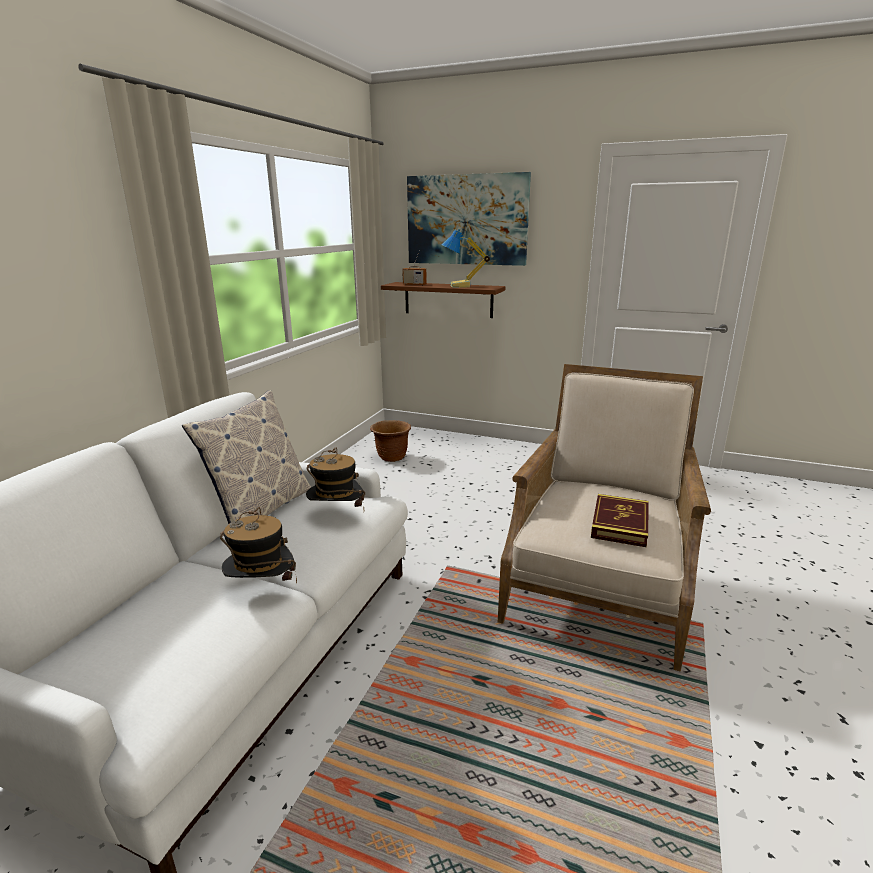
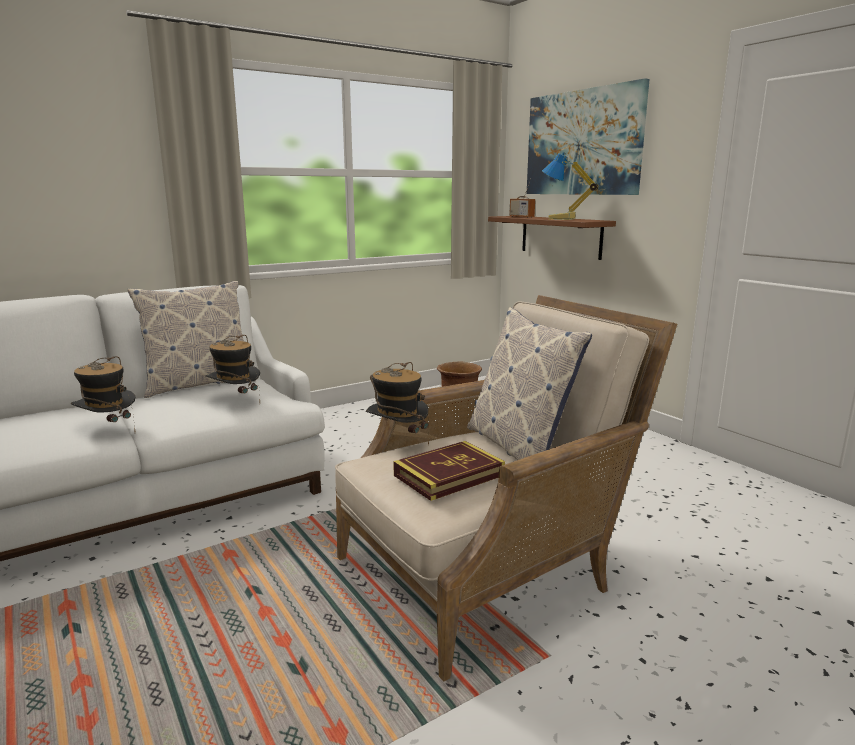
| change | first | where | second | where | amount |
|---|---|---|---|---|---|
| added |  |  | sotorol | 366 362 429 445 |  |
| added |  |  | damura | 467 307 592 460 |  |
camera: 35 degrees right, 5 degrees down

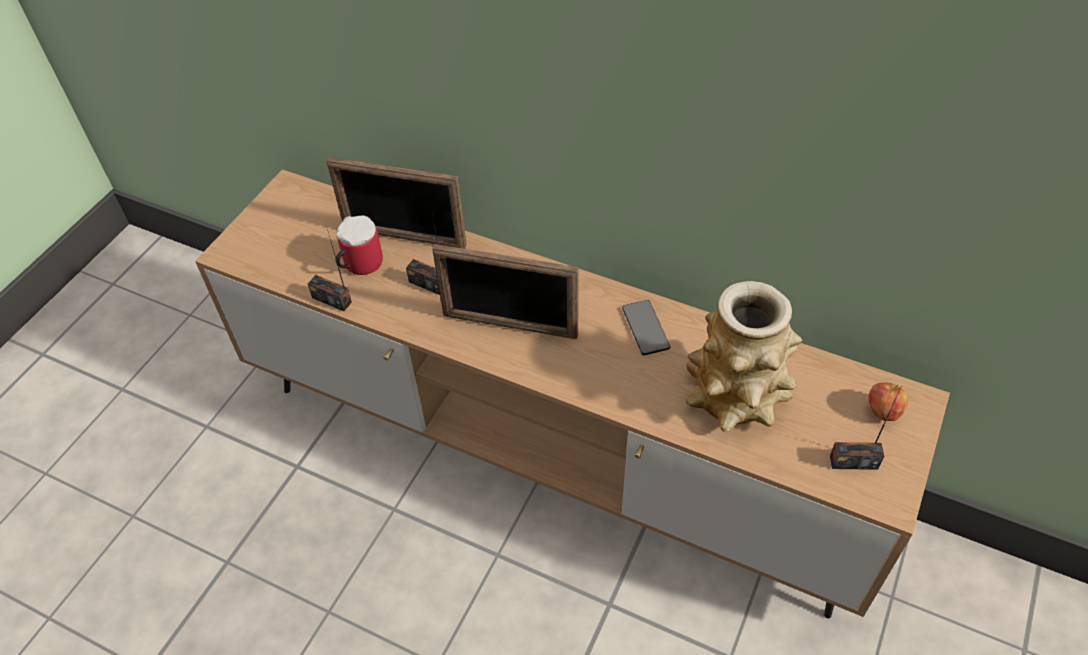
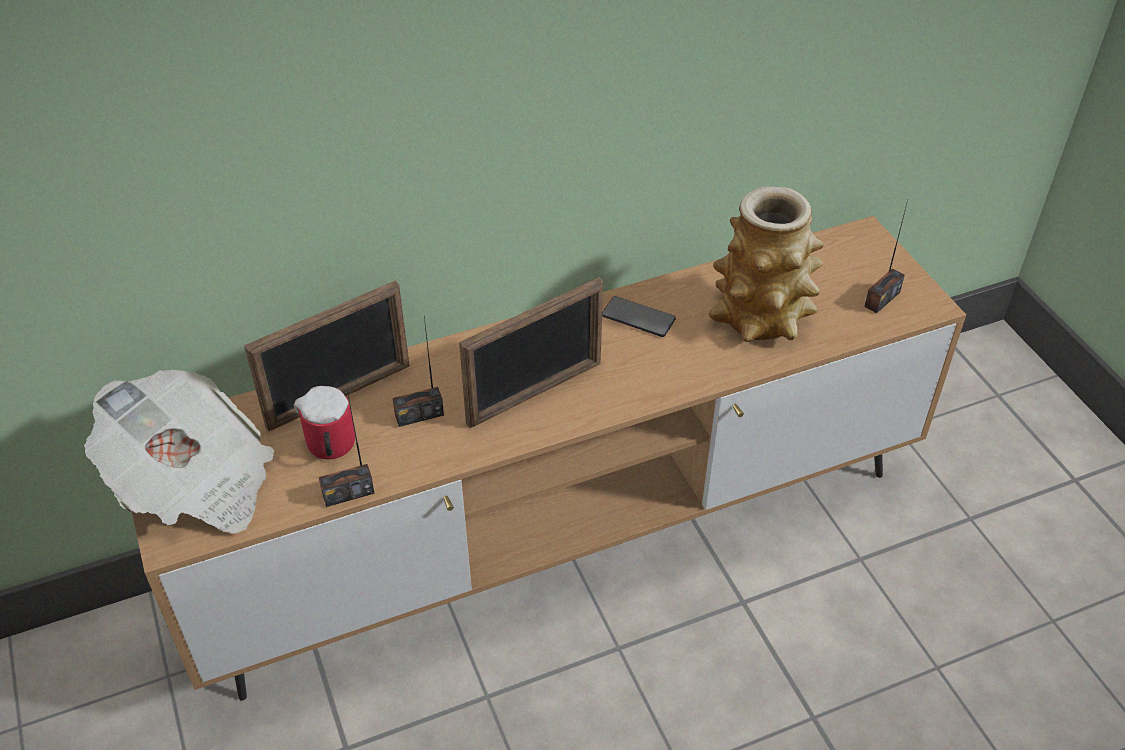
| change | first | where | second | where | amount |
|---|---|---|---|---|---|
| removed | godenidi | 869 382 908 421 |  |  |  |
| added |  |  | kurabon | 84 370 274 534 |  |
camera: 50 degrees left, 5 degrees down

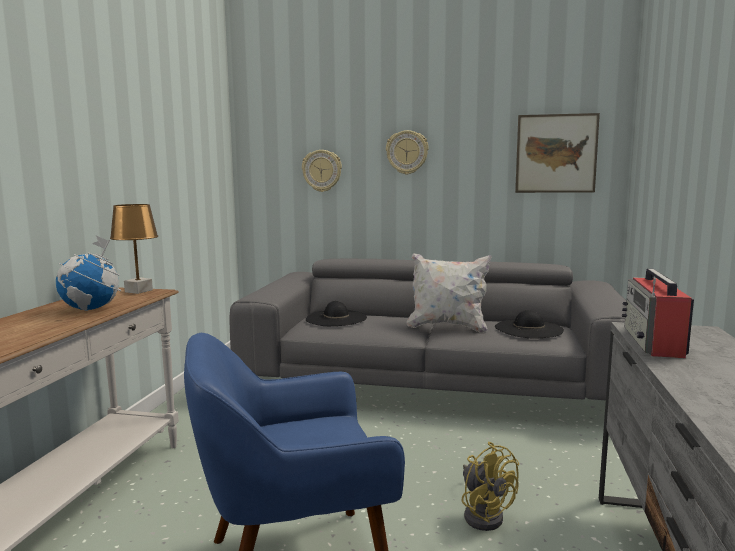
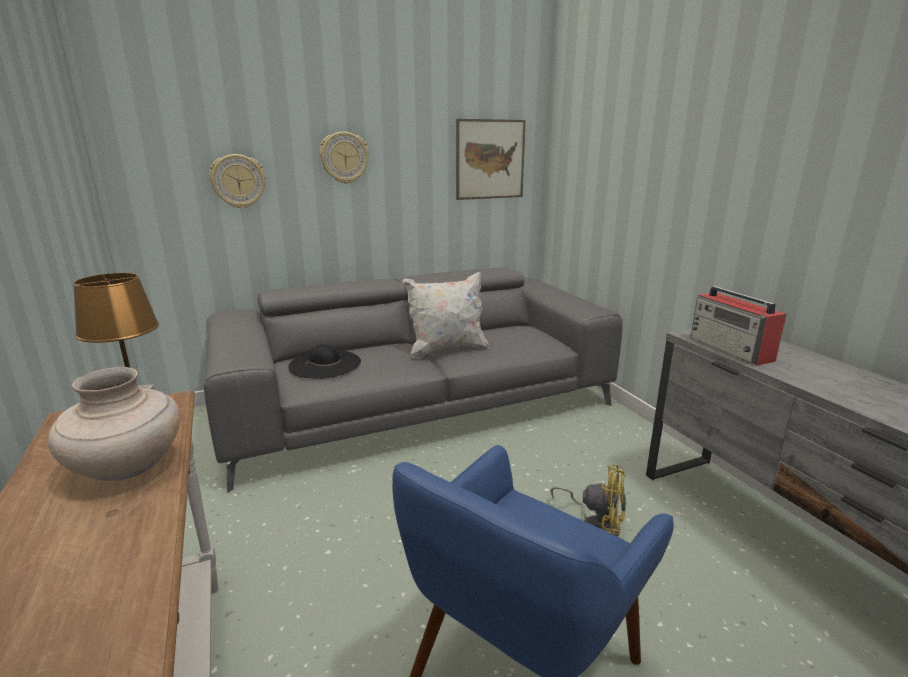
| change | first | where | second | where | amount |
|---|---|---|---|---|---|
| removed | black sotorol | 495 310 564 338 |  |  |  |
| replaced | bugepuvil | 56 236 121 311 | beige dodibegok | 48 367 181 481 |  |
camera: 35 degrees left, 10 degrees up

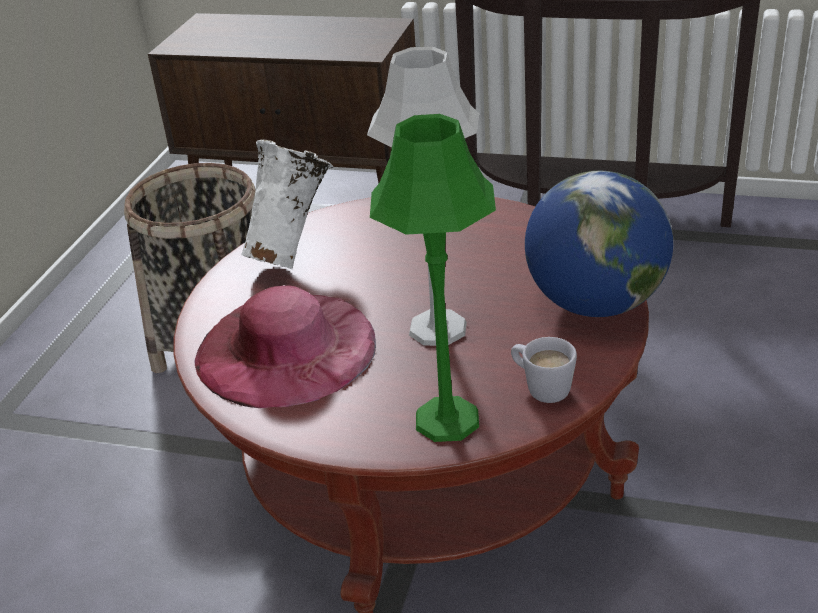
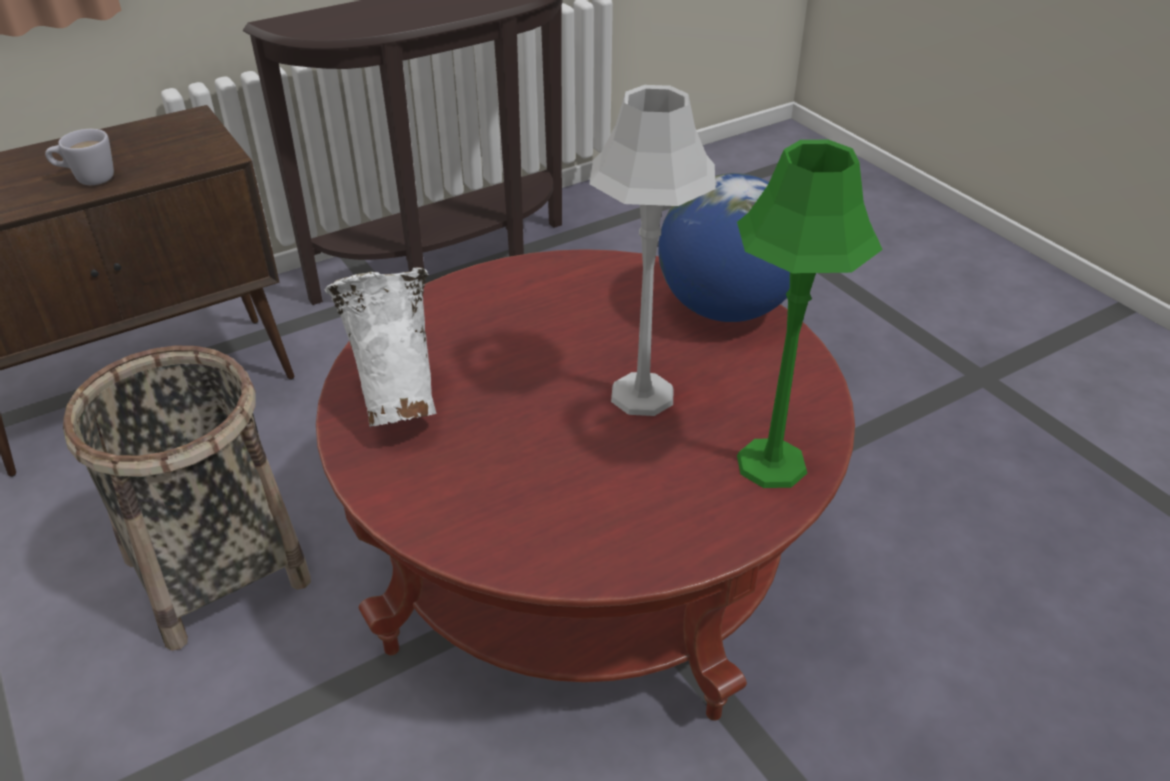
| change | first | where | second | where | amount |
|---|---|---|---|---|---|
| removed | pink sotorol | 194 285 376 408 |  |  |  |
| moved | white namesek | 511 337 577 403 |  | 45 129 114 185 |  |
camera: 50 degrees left, 5 degrees up

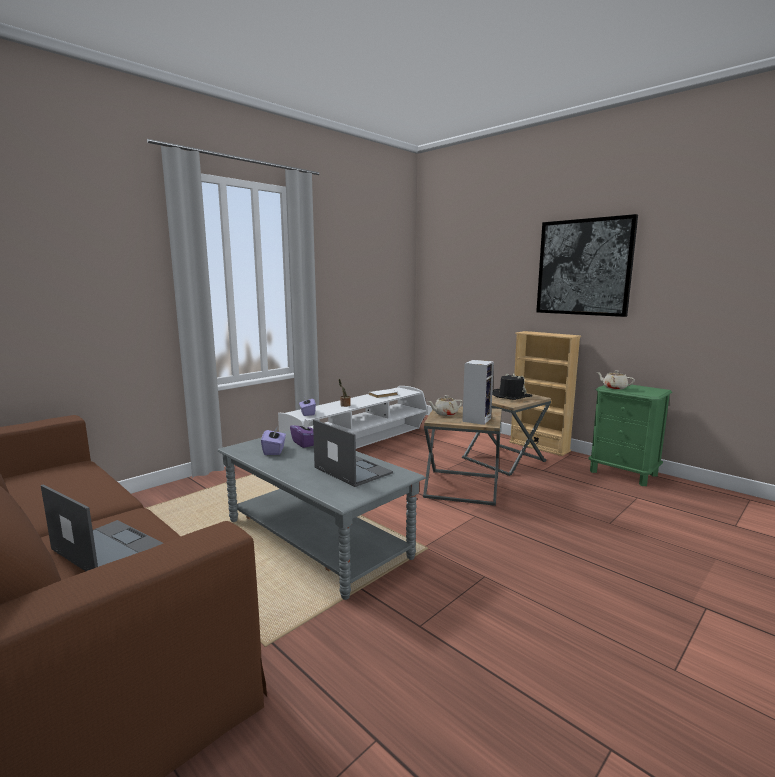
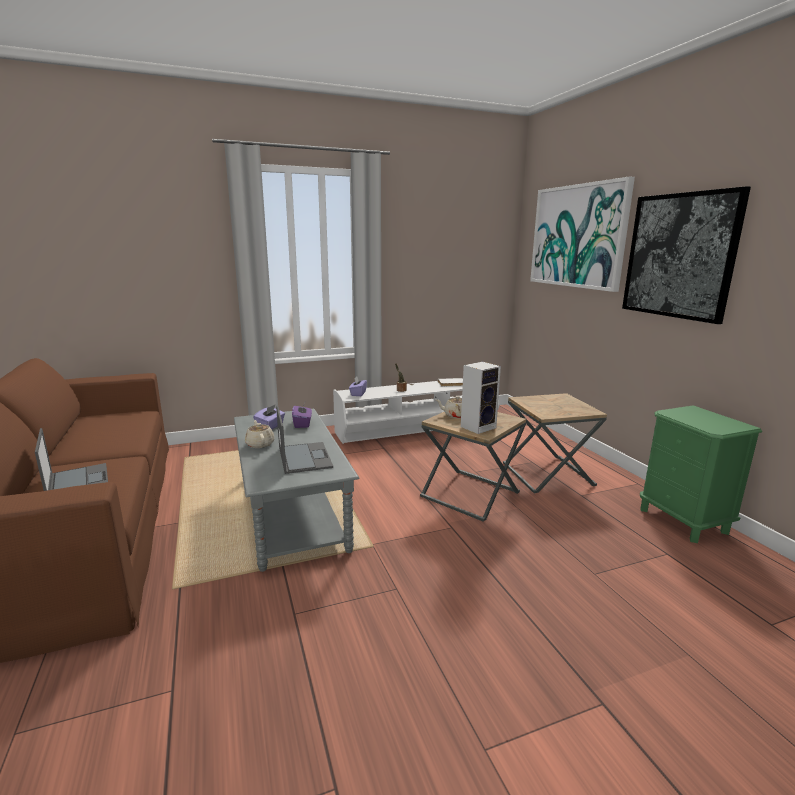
| change | first | where | second | where | amount |
|---|---|---|---|---|---|
| removed | black sotorol | 492 373 532 400 |  |  |  |
| removed | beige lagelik | 509 331 581 456 |  |  |  |
| added |  |  | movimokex | 530 177 635 292 |  |
| moved | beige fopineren | 597 370 635 390 |  | 245 420 274 448 |  |
camera: 25 degrees right, 5 degrees up

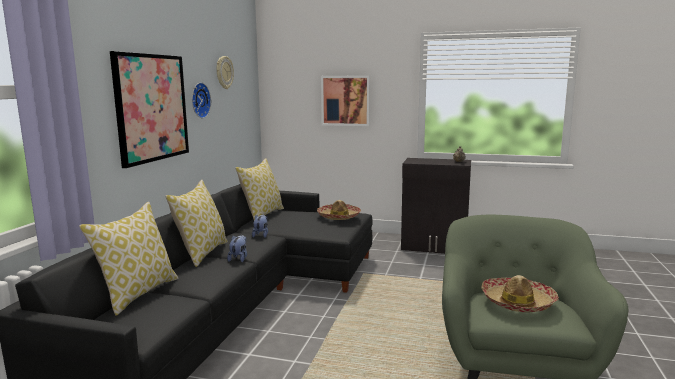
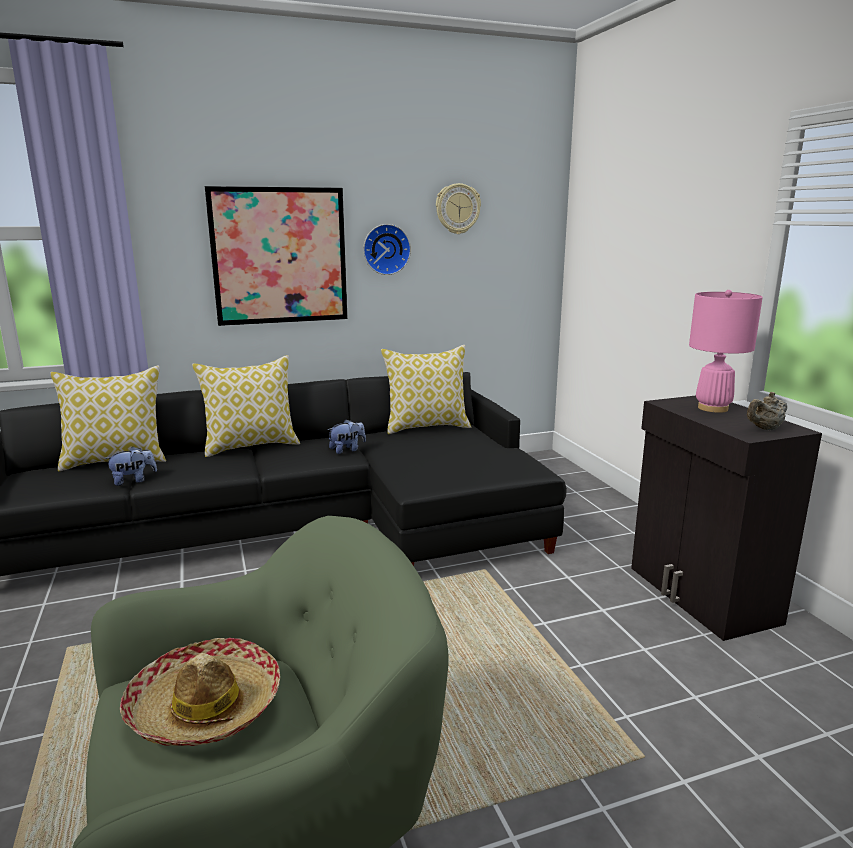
| change | first | where | second | where | amount |
|---|---|---|---|---|---|
| removed | sotorol | 317 200 361 220 |  |  |  |
| removed | movimokex | 321 75 370 126 |  |  |  |
| added |  |  | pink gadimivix | 689 290 763 413 |  |
| moved | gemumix | 227 235 247 262 |  | 104 446 157 486 |  |
camera: 55 degrees right, 5 degrees up

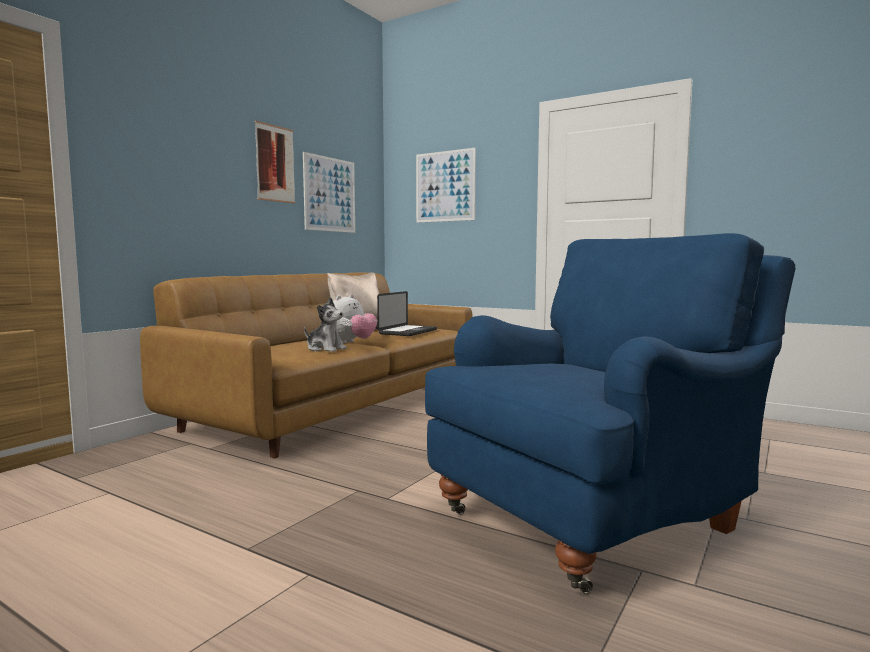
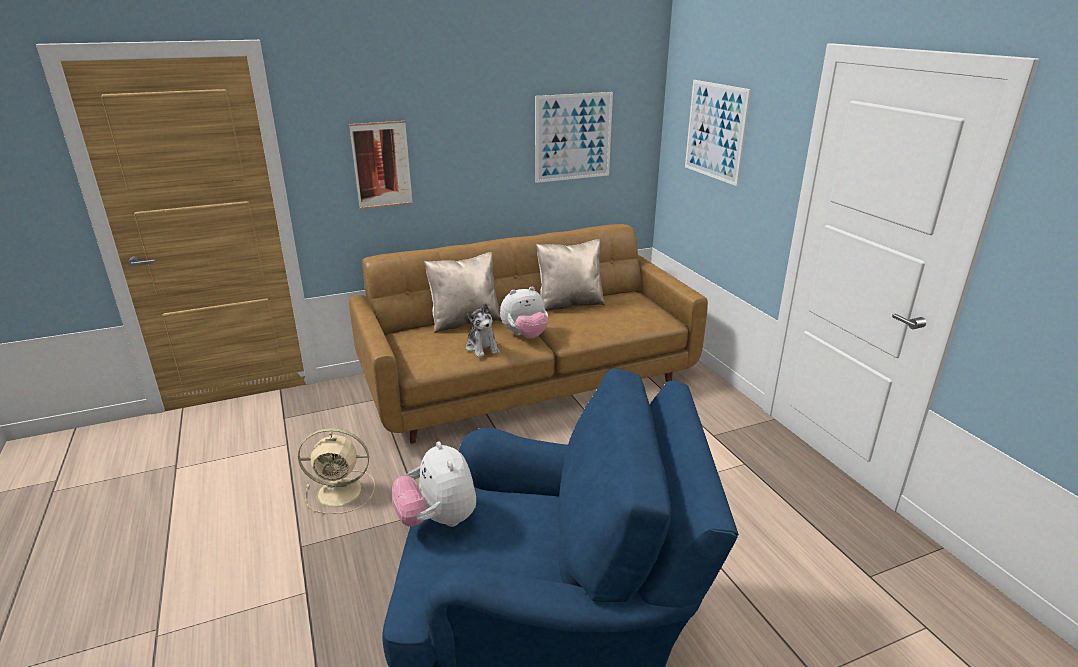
| change | first | where | second | where | amount |
|---|---|---|---|---|---|
| removed | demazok | 377 291 437 336 |  |  |  |
| added |  |  | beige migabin | 298 428 375 514 |  |
| added |  |  | gemumix | 392 441 476 527 |  |
| added |  |  | beige damura | 424 252 502 333 |  |
| moved | movimokex | 254 121 295 204 |  | 349 121 413 209 |  |
camera: 35 degrees right, 20 degrees up

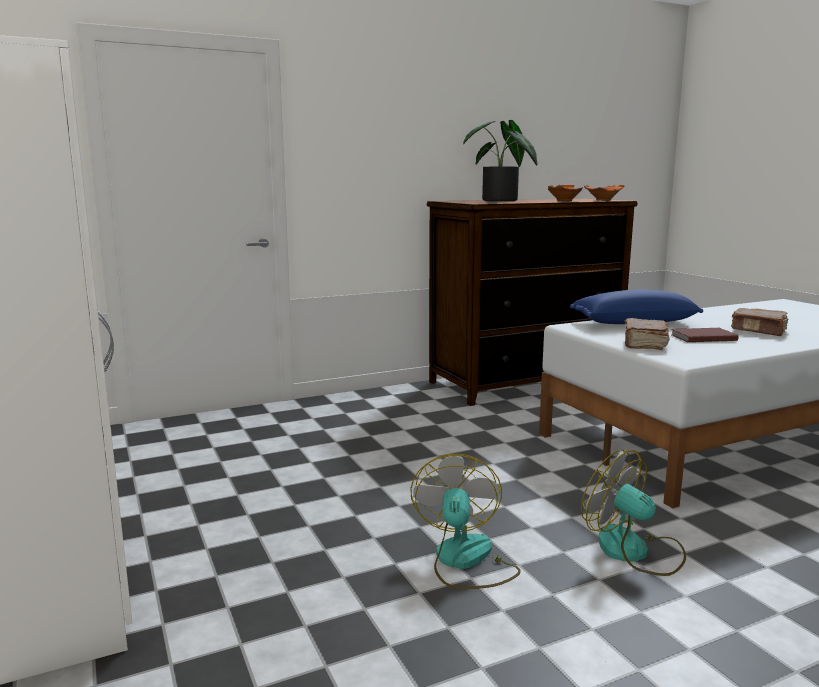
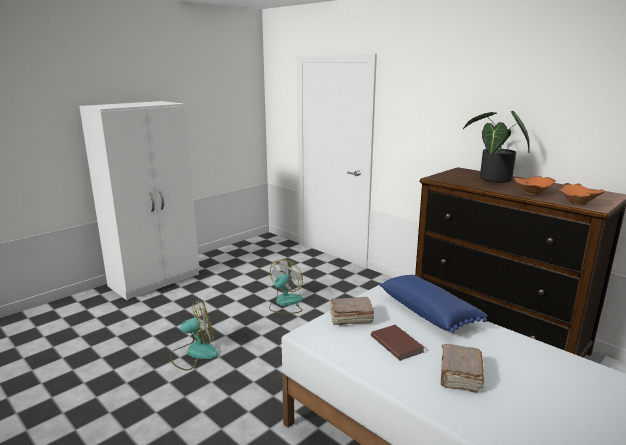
| change | first | where | second | where | amount |
|---|---|---|---|---|---|
| moved | migabin | 581 450 686 576 |  | 269 259 303 314 |  |
camera: 70 degrees right, 5 degrees up

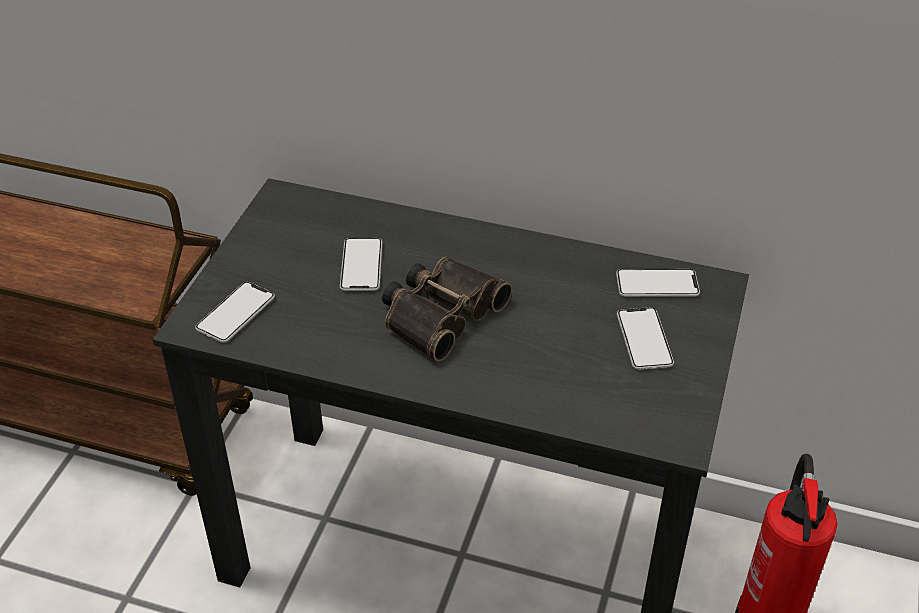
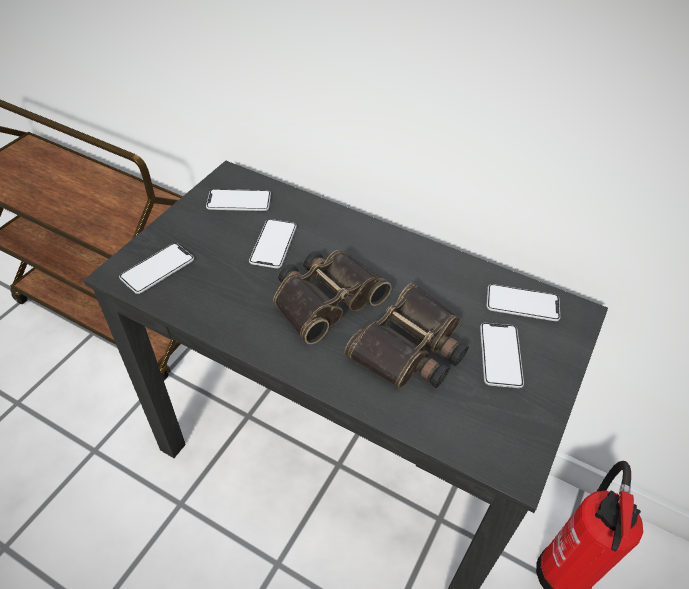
| change | first | where | second | where | amount |
|---|---|---|---|---|---|
| added |  |  | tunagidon | 206 189 271 211 |  |
| added |  |  | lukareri | 345 283 469 389 |  |
camera: 10 degrees right, 5 degrees up

